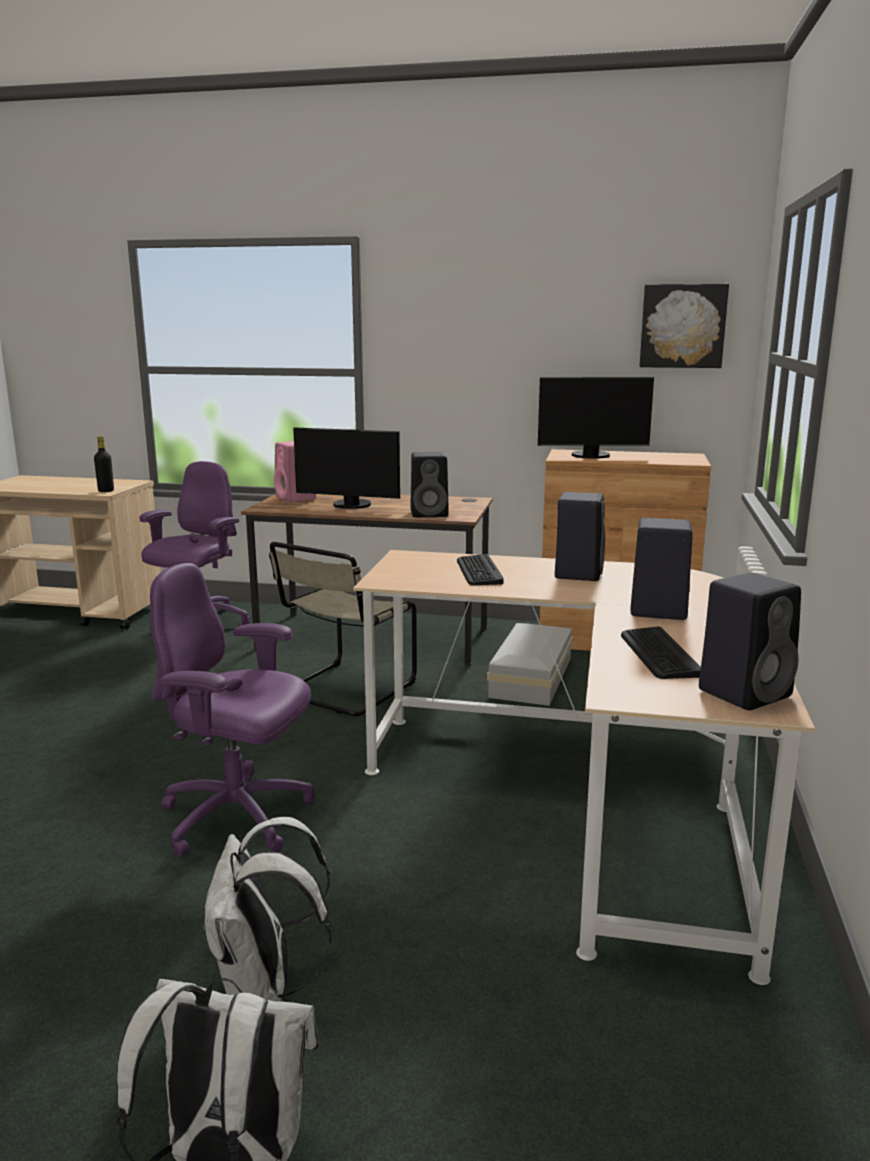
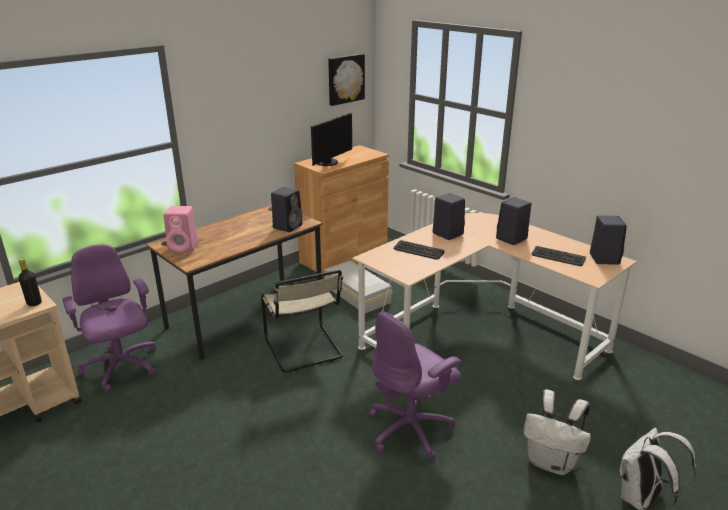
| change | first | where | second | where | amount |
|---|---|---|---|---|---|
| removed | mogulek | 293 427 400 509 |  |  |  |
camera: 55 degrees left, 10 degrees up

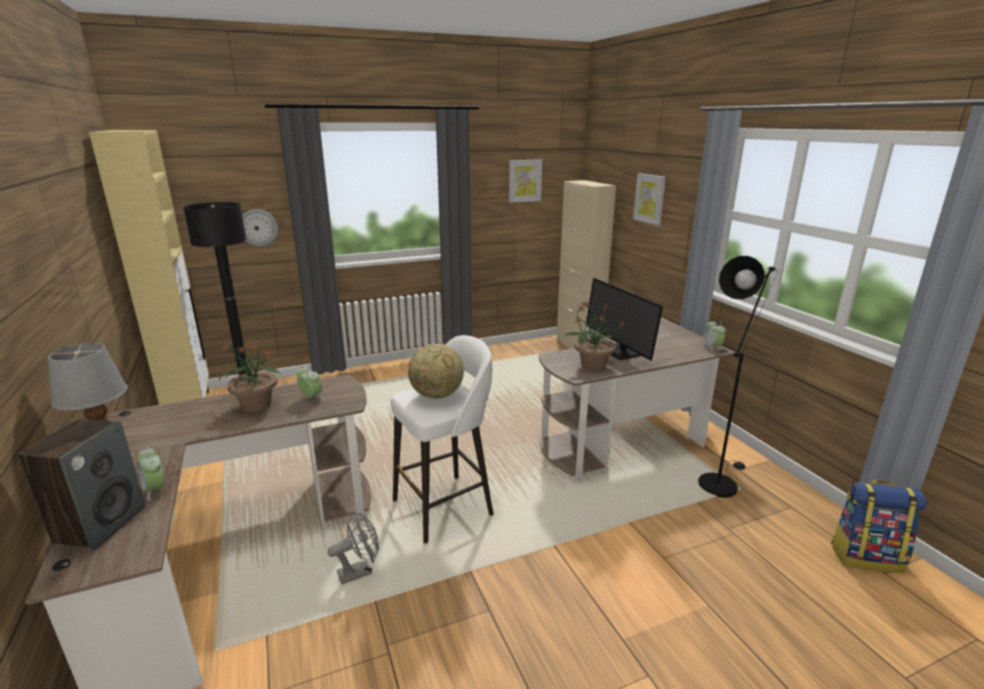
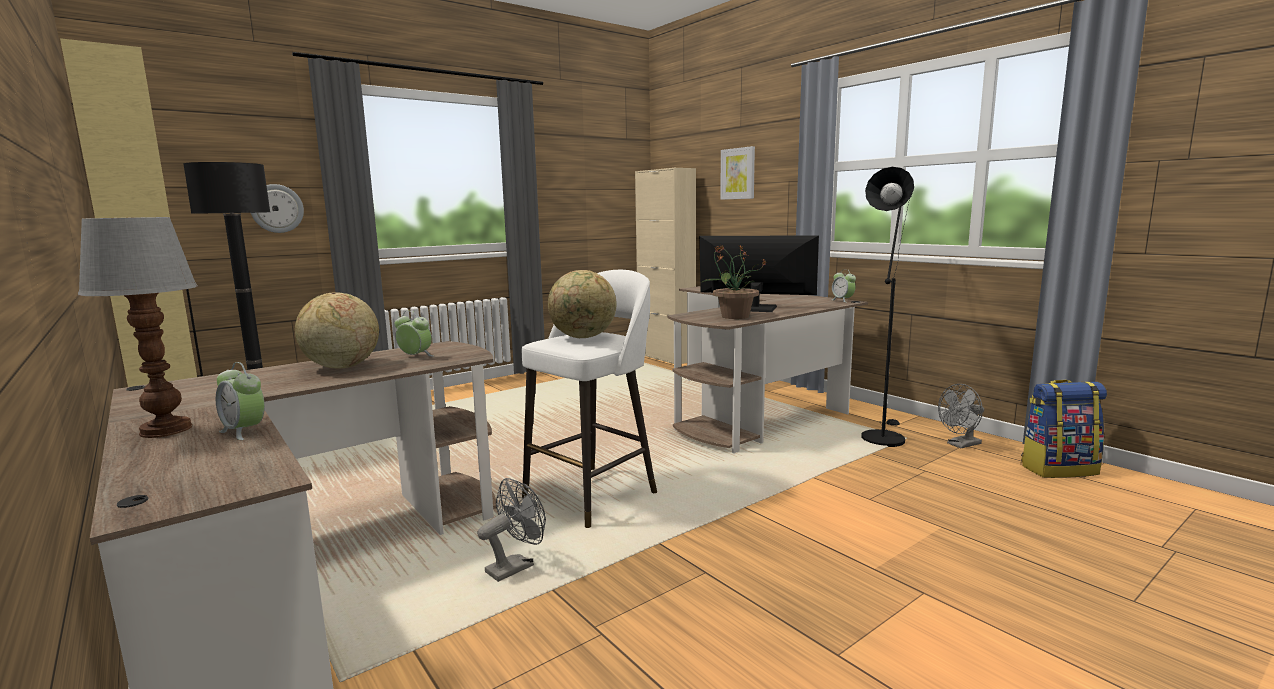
| change | first | where | second | where | amount |
|---|---|---|---|---|---|
| removed | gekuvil | 18 418 146 551 |  |  |  |
| removed | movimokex | 509 159 542 203 |  |  |  |
| added |  |  | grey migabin | 938 384 984 448 |  |
| replaced | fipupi | 219 339 281 412 | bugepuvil | 295 292 379 368 |  |
| turned | mogulek | 586 278 663 361 |  | 699 235 819 312 | 150 degrees clockwise |
camera: 15 degrees left, 10 degrees down

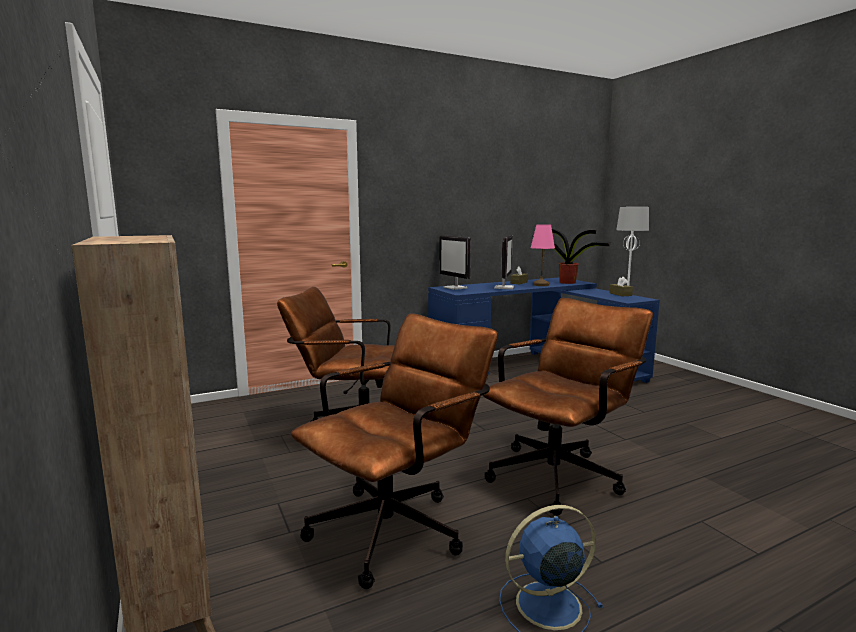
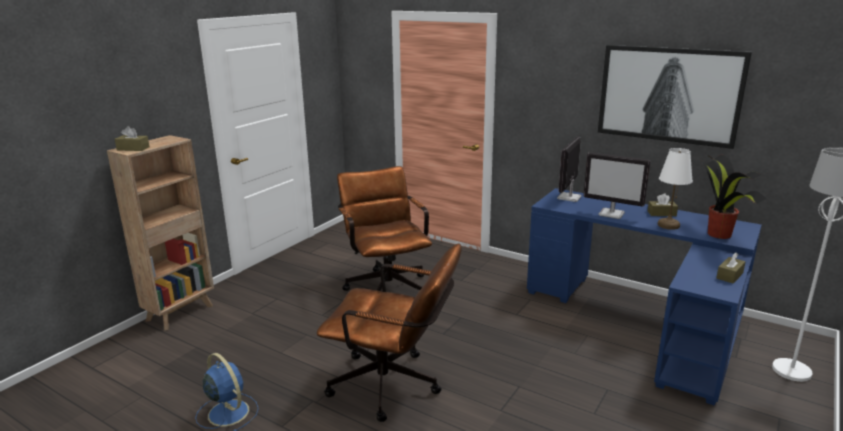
| change | first | where | second | where | amount |
|---|---|---|---|---|---|
| removed | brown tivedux | 291 313 498 589 |  |  |  |
| added |  |  | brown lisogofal | 115 126 150 151 |  |
| added |  |  | movimokex | 598 45 752 149 |  |
| recoloured | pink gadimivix | 531 224 555 286 | white gadimivix | 658 148 693 230 |  |
| turned | mogulek | 494 235 514 289 |  | 584 152 650 219 | 45 degrees clockwise |
camera: 60 degrees right, 10 degrees up

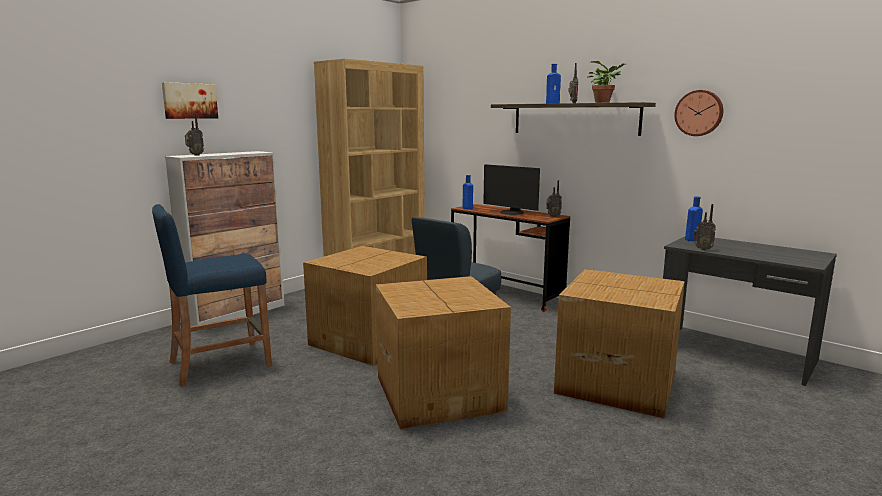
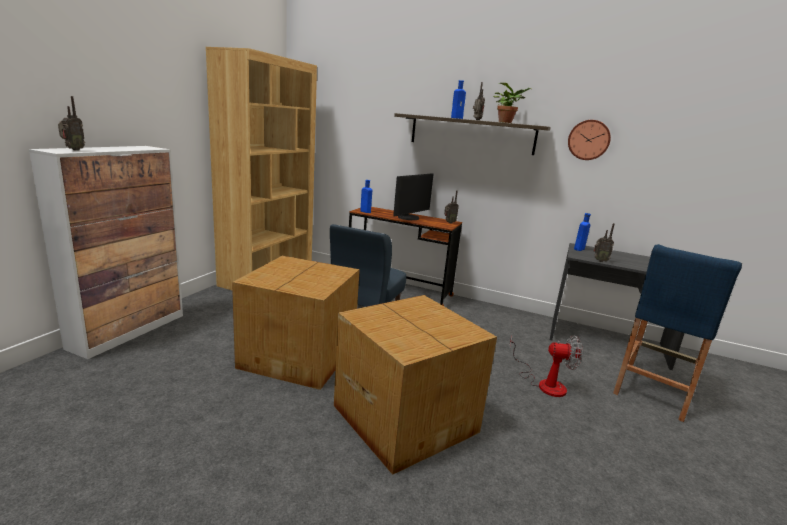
| change | first | where | second | where | amount |
|---|---|---|---|---|---|
| removed | movimokex | 162 82 218 119 |  |  |  |
| moved | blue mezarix | 152 204 272 386 |  | 613 244 742 422 |  |
| replaced | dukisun | 554 269 685 418 | migabin | 510 335 583 397 |  |
| turned | mogulek | 483 164 540 215 |  | 393 173 433 220 | 75 degrees counterclockwise |
camera: 20 degrees left, 5 degrees up

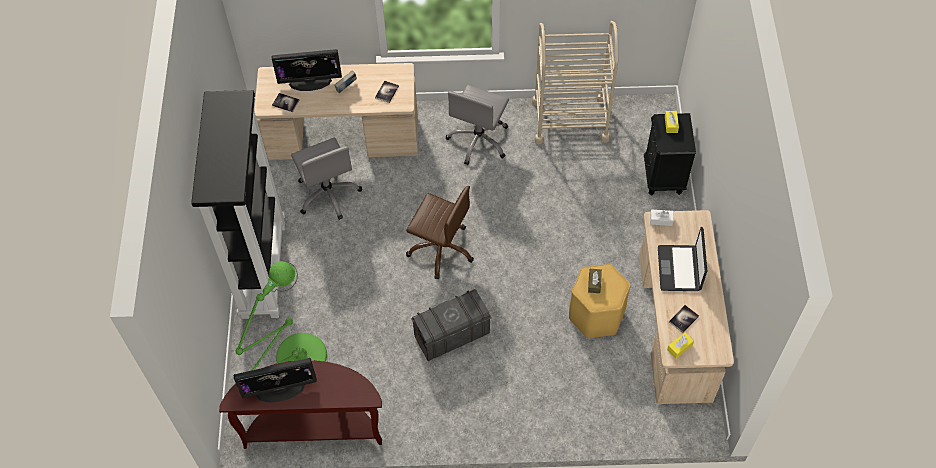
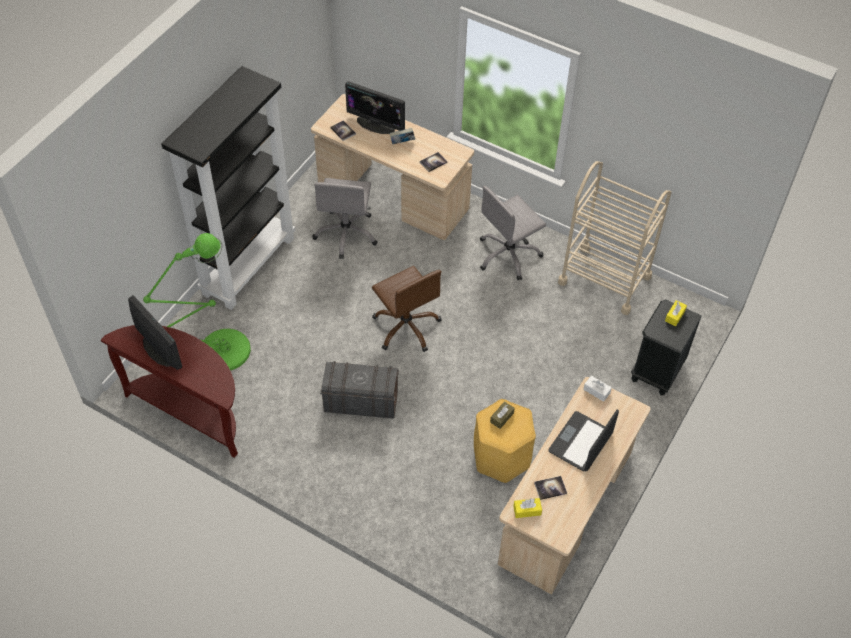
| change | first | where | second | where | amount |
|---|---|---|---|---|---|
| turned | mogulek | 234 358 317 403 |  | 128 295 182 370 | 150 degrees counterclockwise |
camera: 30 degrees right, 5 degrees down

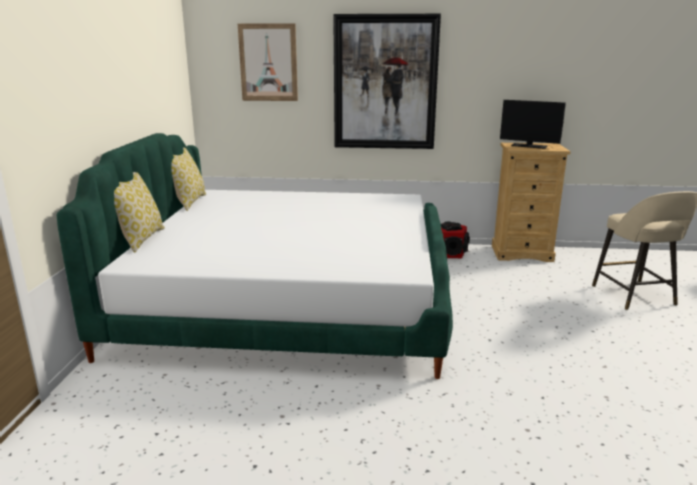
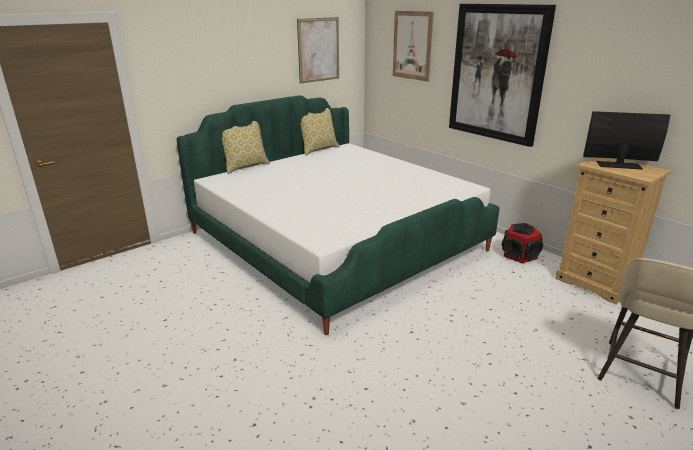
| change | first | where | second | where | amount |
|---|---|---|---|---|---|
| added |  |  | movimokex | 297 17 339 84 |  |
| turned | mogulek | 500 100 566 149 |  | 583 111 670 170 | 120 degrees clockwise |
camera: 45 degrees right, 5 degrees up

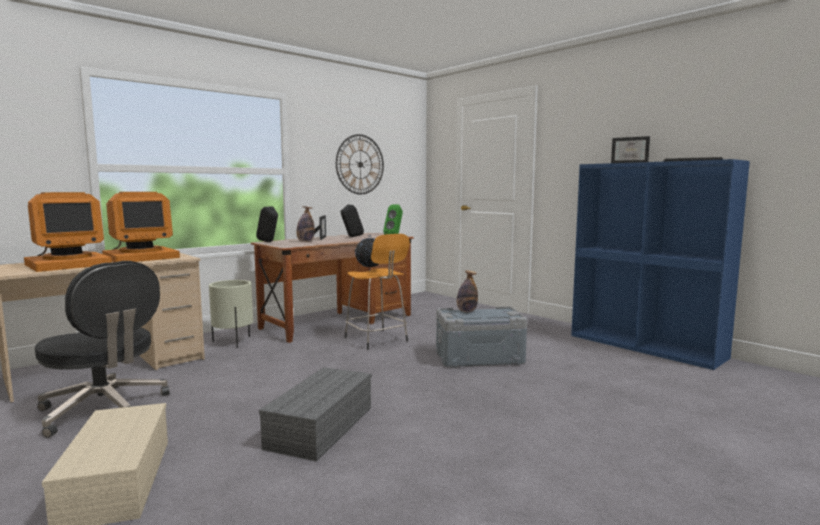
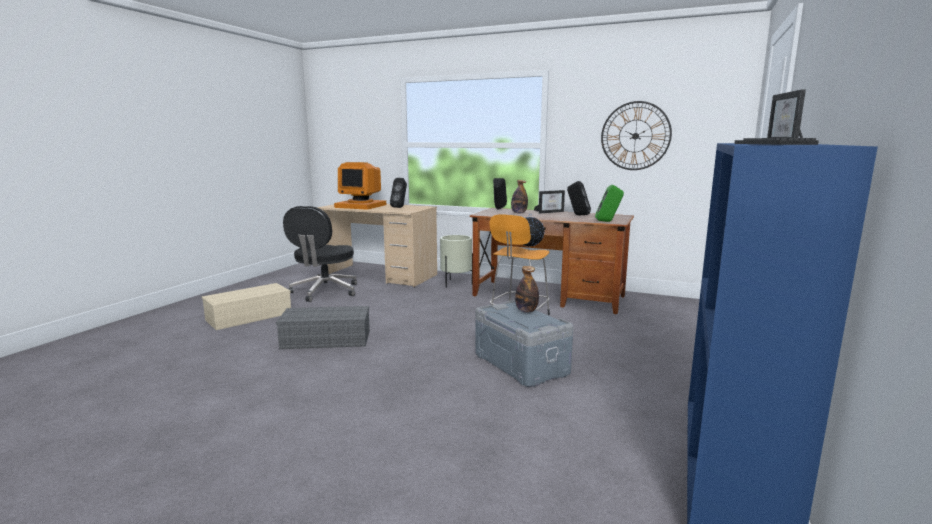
| change | first | where | second | where | amount |
|---|---|---|---|---|---|
| replaced | mogulek | 102 192 180 262 | black gekuvil | 390 178 407 208 |  |
camera: 65 degrees right, 5 degrees up

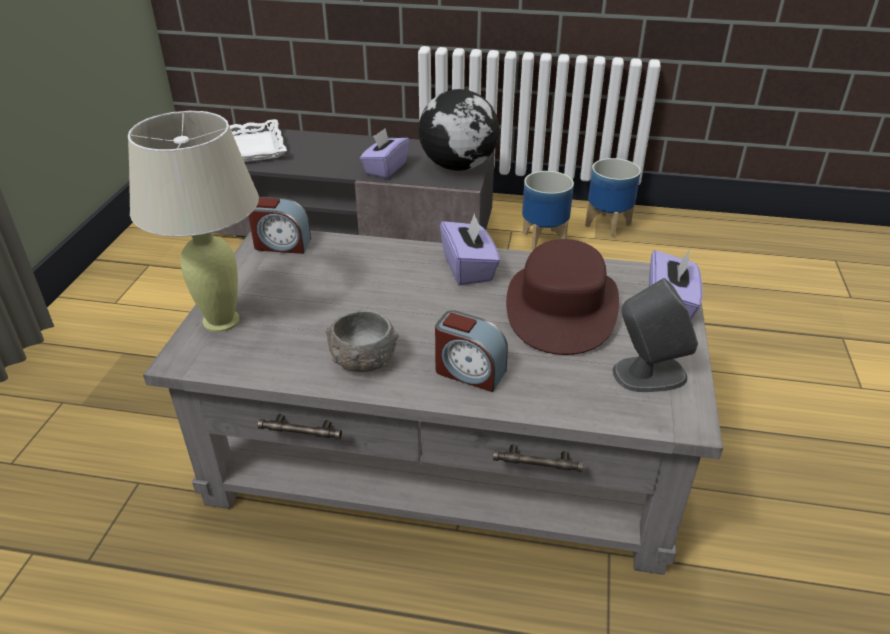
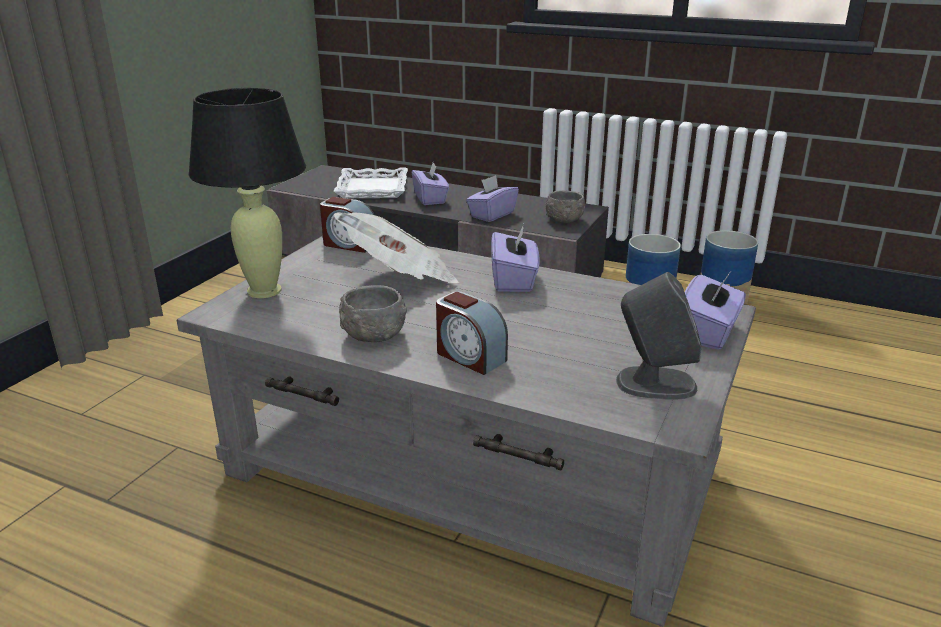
| change | first | where | second | where | amount |
|---|---|---|---|---|---|
| removed | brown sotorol | 506 239 619 355 |  |  |  |
| added |  |  | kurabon | 334 212 459 283 |  |
| added |  |  | purple lisogofal | 412 163 449 205 |  |
| replaced | bugepuvil | 418 89 499 171 | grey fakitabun | 546 190 585 223 |  |
| recoloured | beige gadimivix | 128 111 259 332 | black gadimivix | 188 88 306 298 |  |
camera: 15 degrees right, 10 degrees down

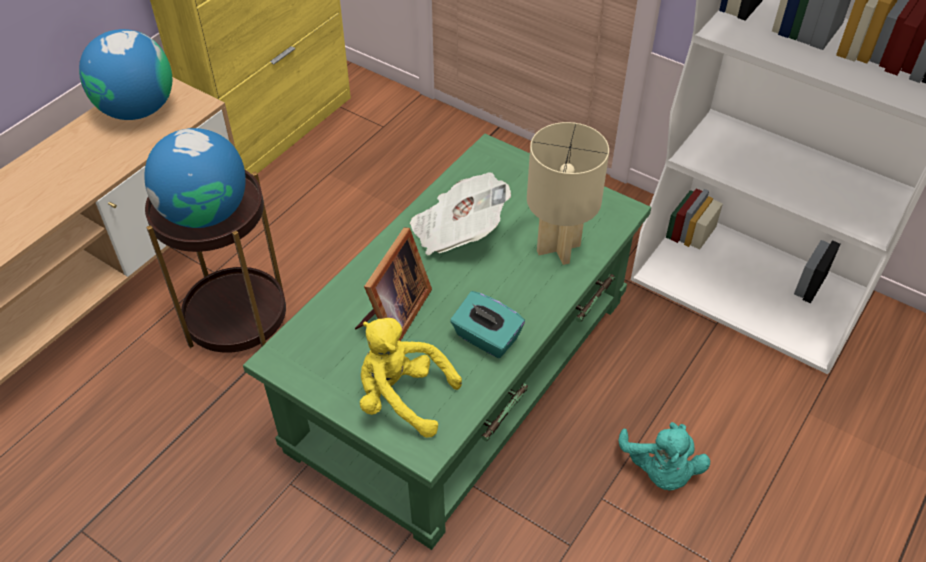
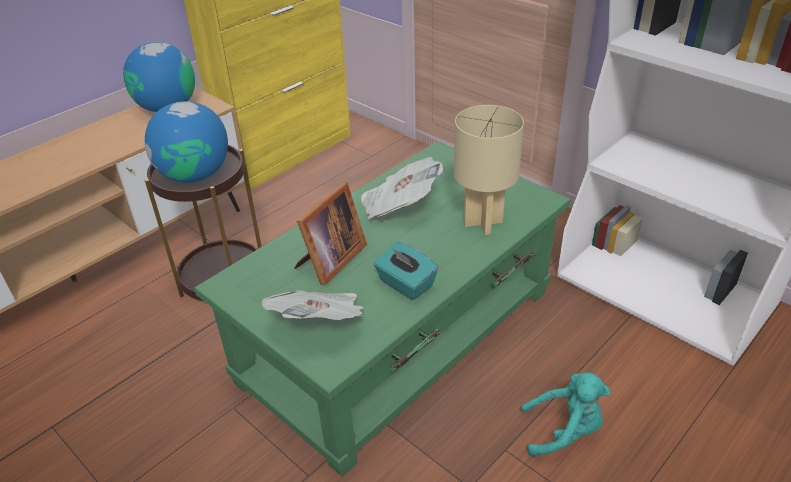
| change | first | where | second | where | amount |
|---|---|---|---|---|---|
| replaced | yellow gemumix | 360 318 462 438 | kurabon | 262 290 364 320 |  |
| turned | turquoise gemumix | 618 422 710 491 |  | 521 373 610 457 | 90 degrees counterclockwise |
camera: 10 degrees right, 10 degrees down

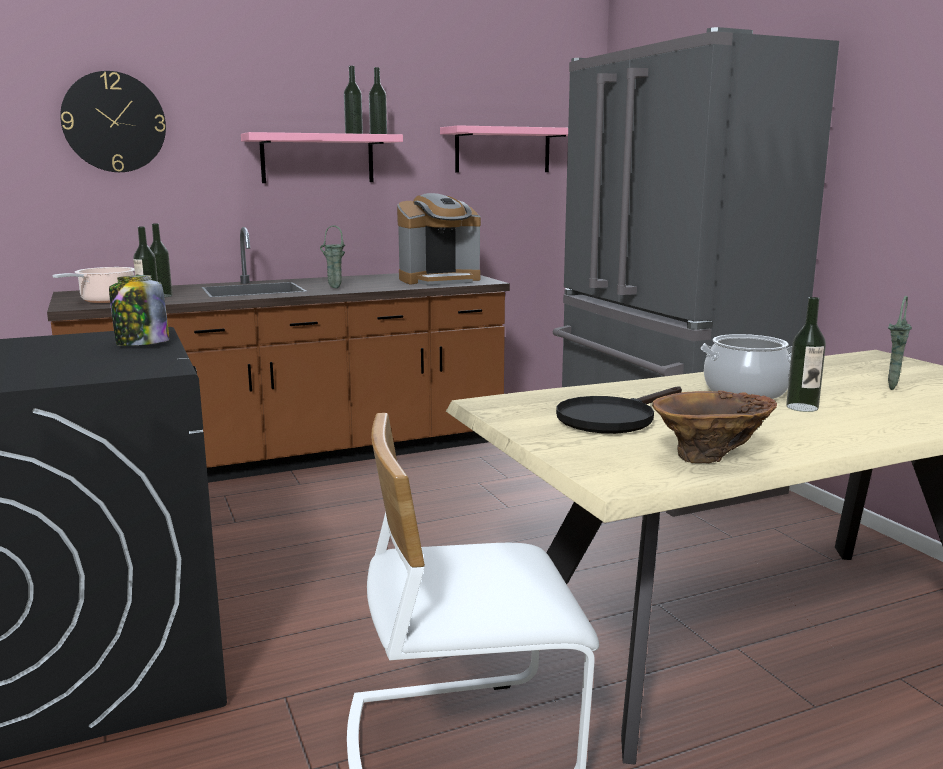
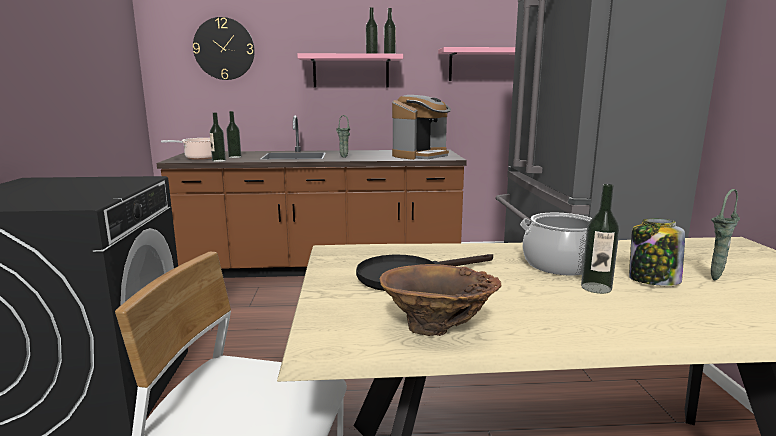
| change | first | where | second | where | amount |
|---|---|---|---|---|---|
| moved | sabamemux | 109 275 170 346 |  | 629 218 685 286 |  |
| turned | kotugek | 397 193 481 285 |  | 392 95 451 160 | 45 degrees counterclockwise |
camera: 20 degrees right, 0 degrees up

